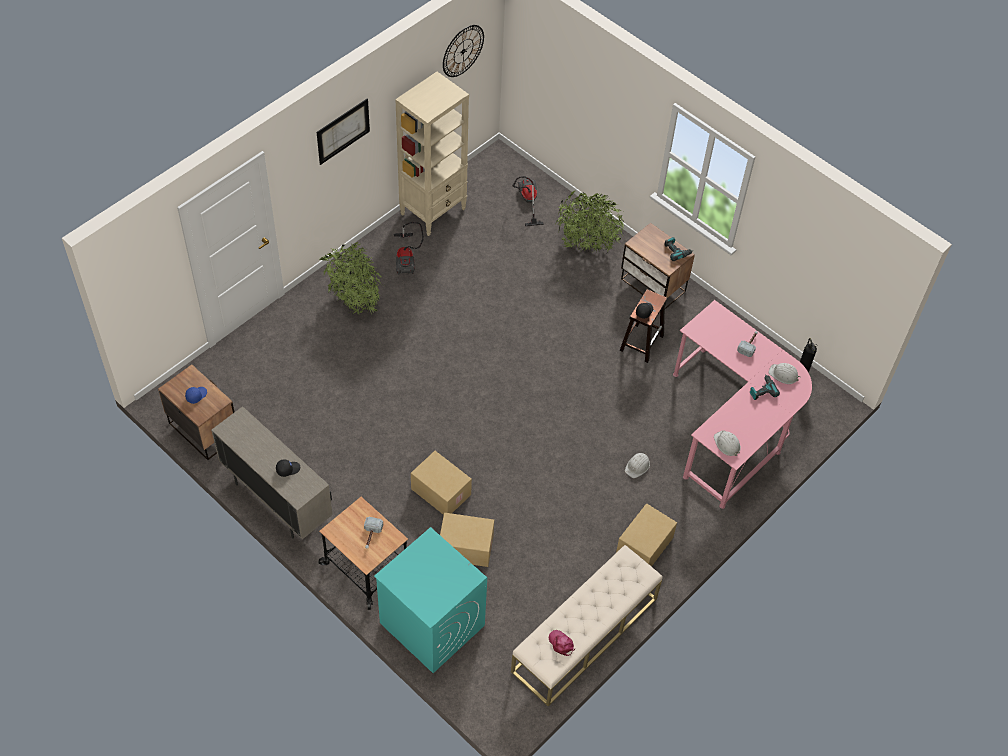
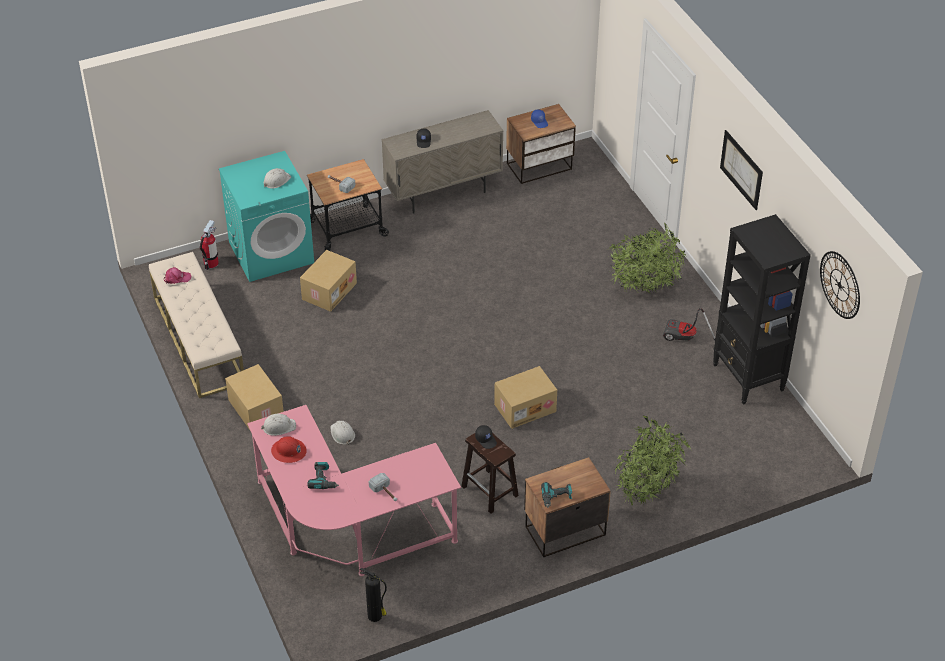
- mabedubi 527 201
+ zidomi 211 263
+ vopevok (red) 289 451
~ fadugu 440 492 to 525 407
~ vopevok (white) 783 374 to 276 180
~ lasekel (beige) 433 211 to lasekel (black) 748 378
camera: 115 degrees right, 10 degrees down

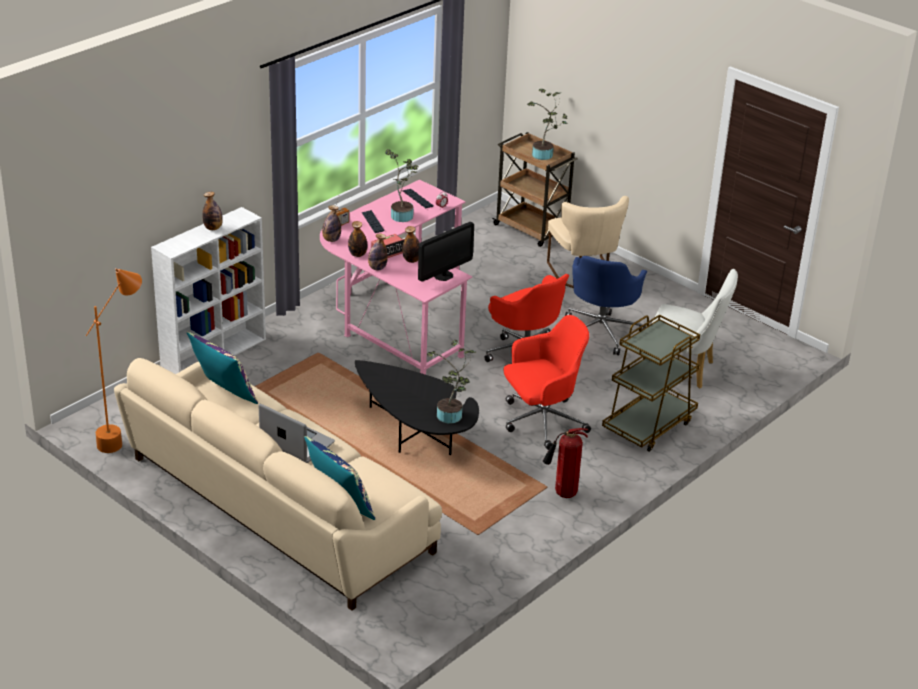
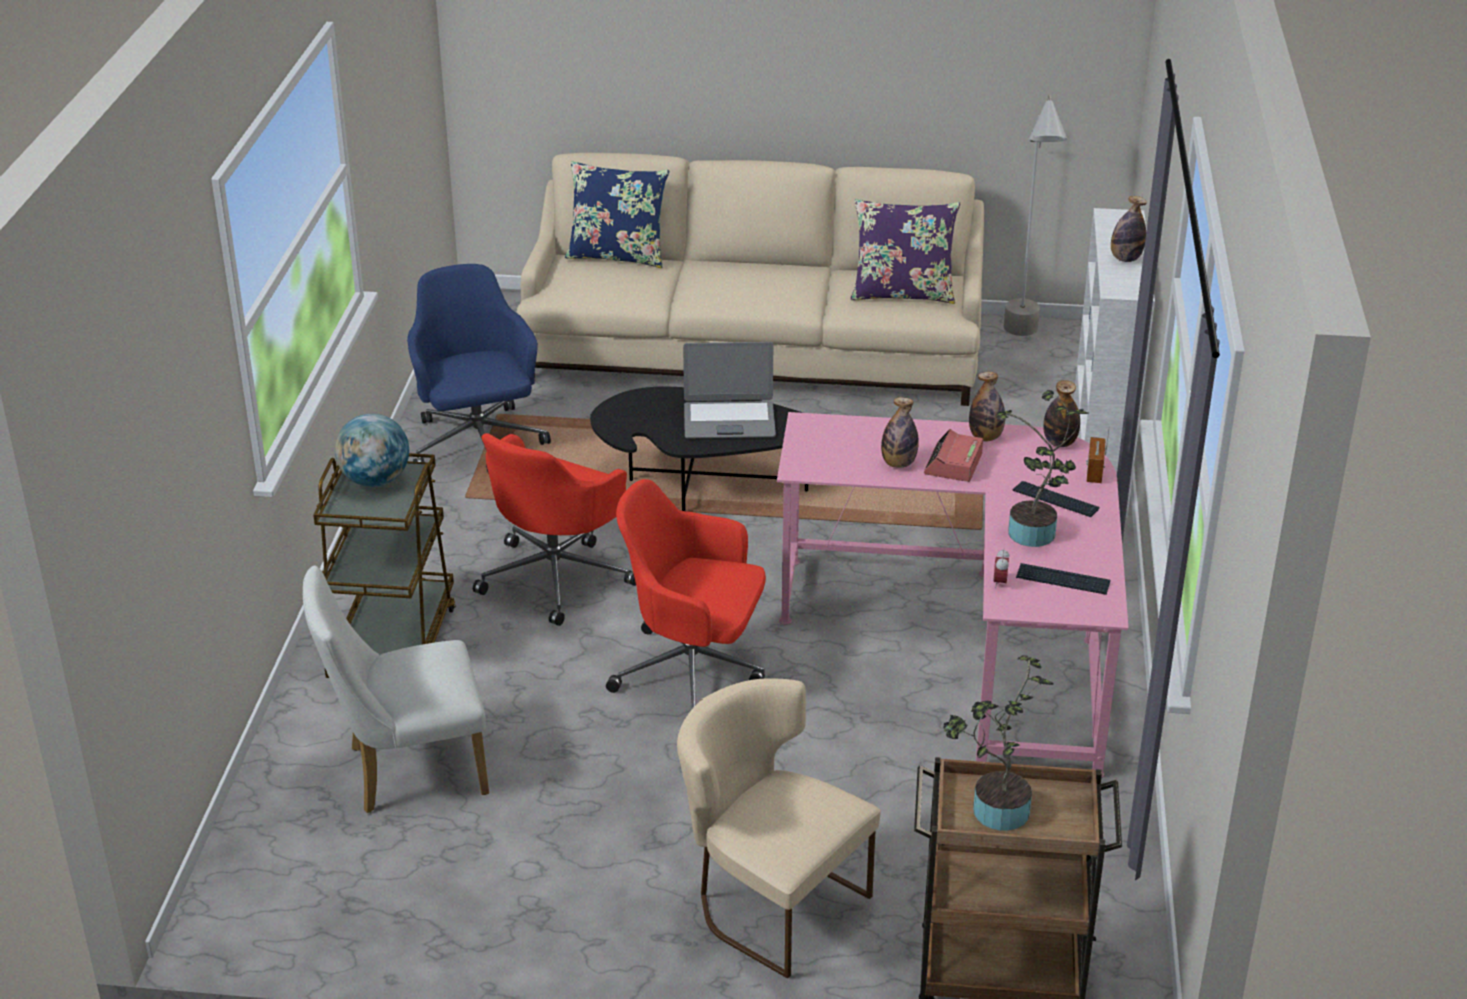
- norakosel 377 268
- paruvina 443 275
- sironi 450 417
- zidomi 562 494
+ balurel 375 480
~ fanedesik 296 443 to 729 421
~ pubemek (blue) 601 331 to 478 444
~ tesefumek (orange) 124 435 to tesefumek (grey) 1024 341
camera: 145 degrees right, 0 degrees up

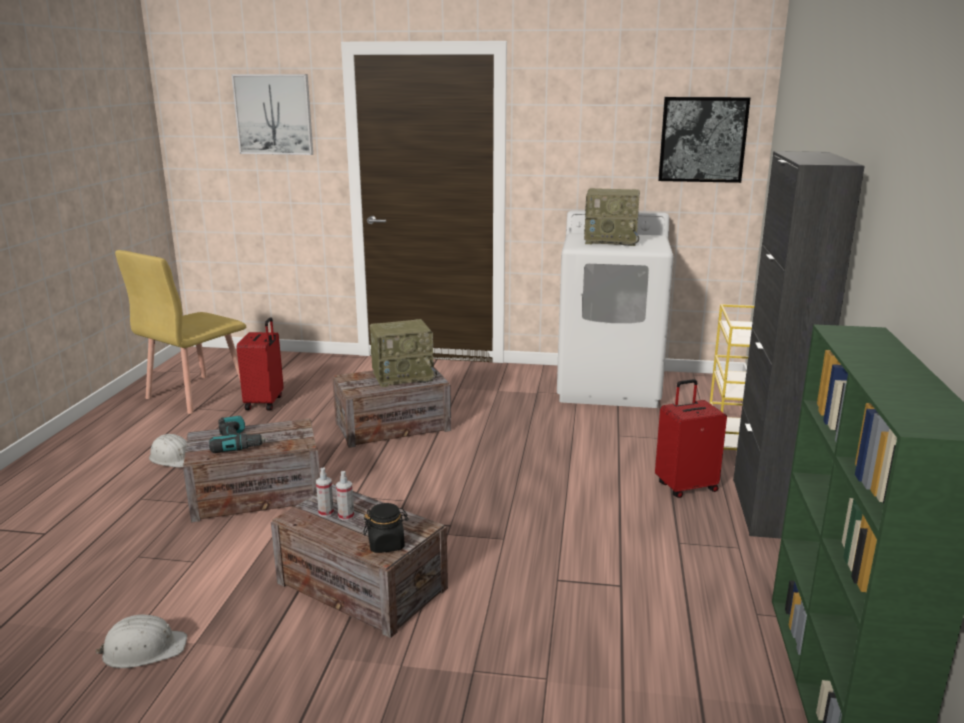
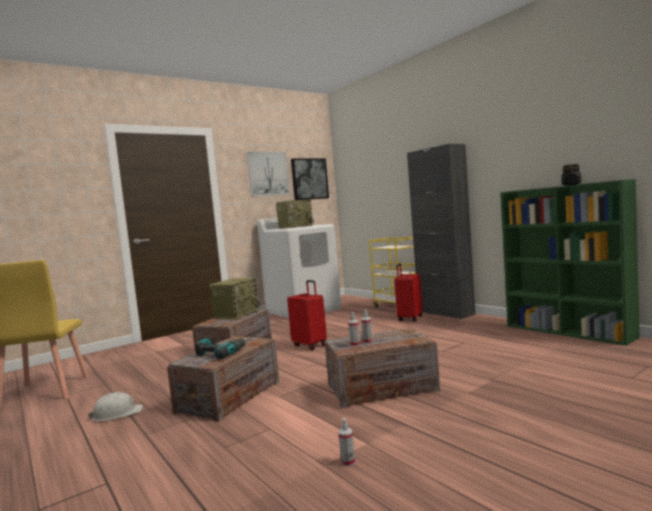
~ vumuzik 274 114 to 268 174
~ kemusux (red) 265 403 to 310 345
~ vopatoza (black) 386 544 to 571 185
~ vopevok (white) 143 649 to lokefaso 348 462
camera: 45 degrees left, 15 degrees down

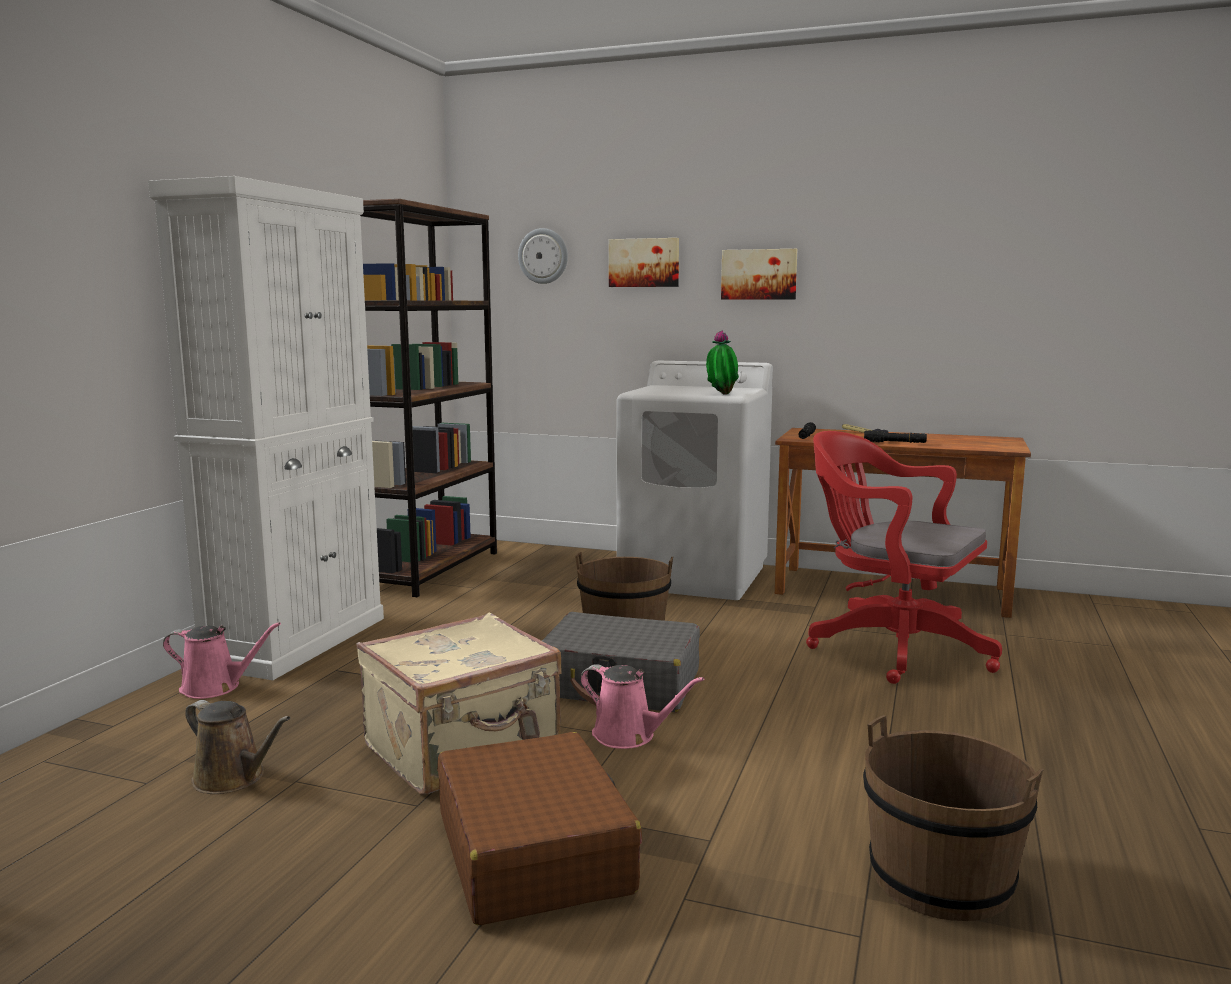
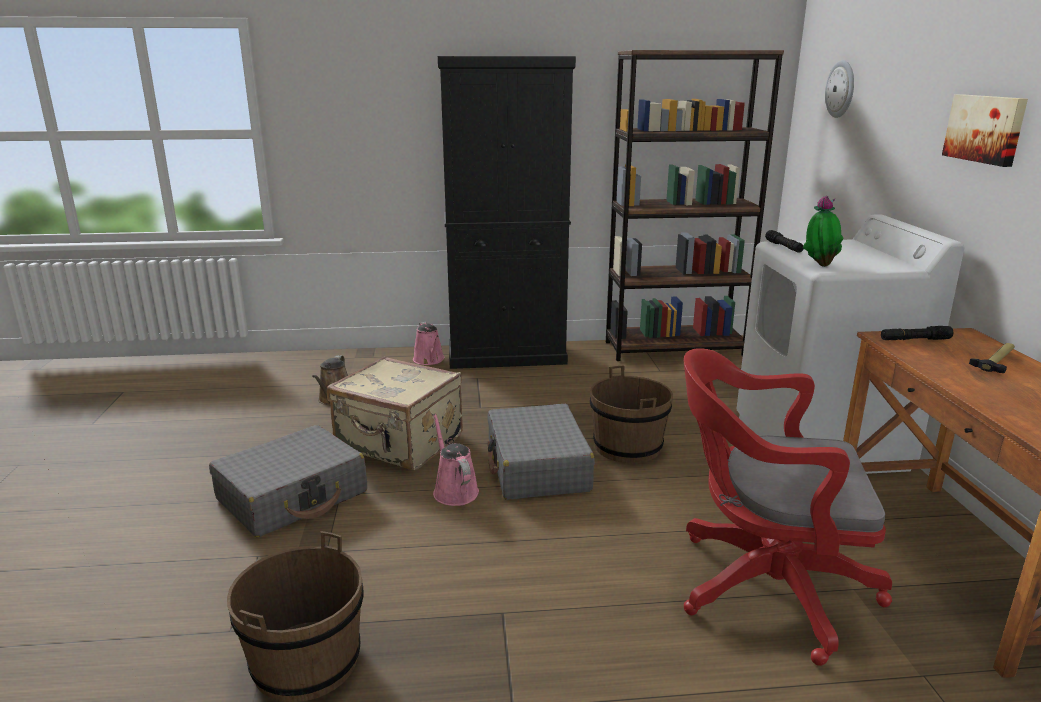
- vumuzik 644 263
~ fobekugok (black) 894 443 to 783 247
~ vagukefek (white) 296 641 to vagukefek (black) 507 355
~ kemusux (brown) 533 851 to kemusux (grey) 293 496
~ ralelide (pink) 629 736 = 454 490 150 degrees clockwise
~ pubemek (red) 891 648 = 762 587 90 degrees counterclockwise
camera: 65 degrees right, 10 degrees up

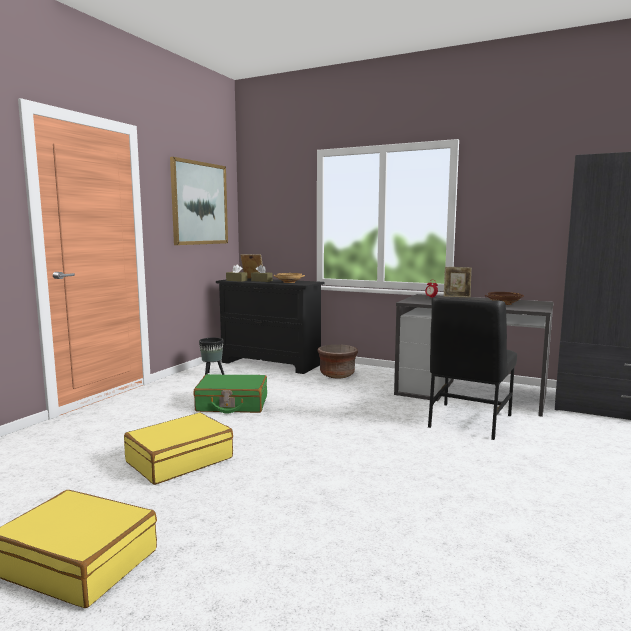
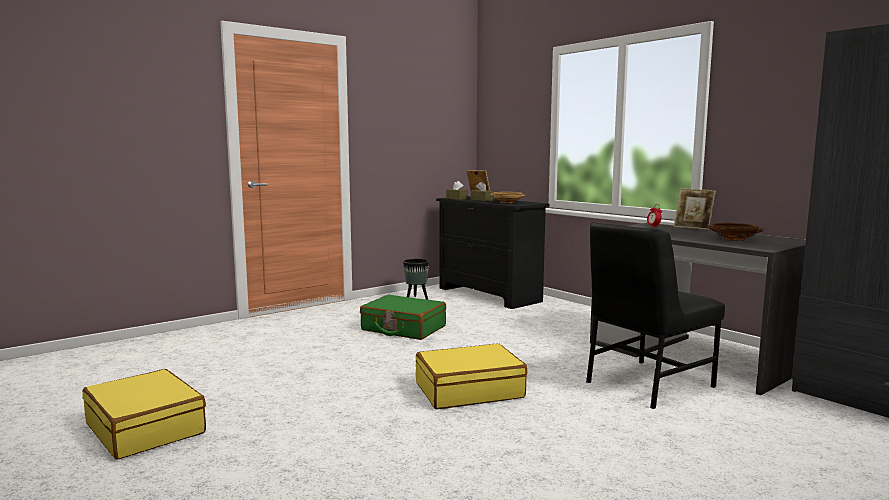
- vumuzik 199 203
- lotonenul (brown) 337 375
~ kemusux (yellow) 179 460 to 469 390
camera: 25 degrees right, 0 degrees up

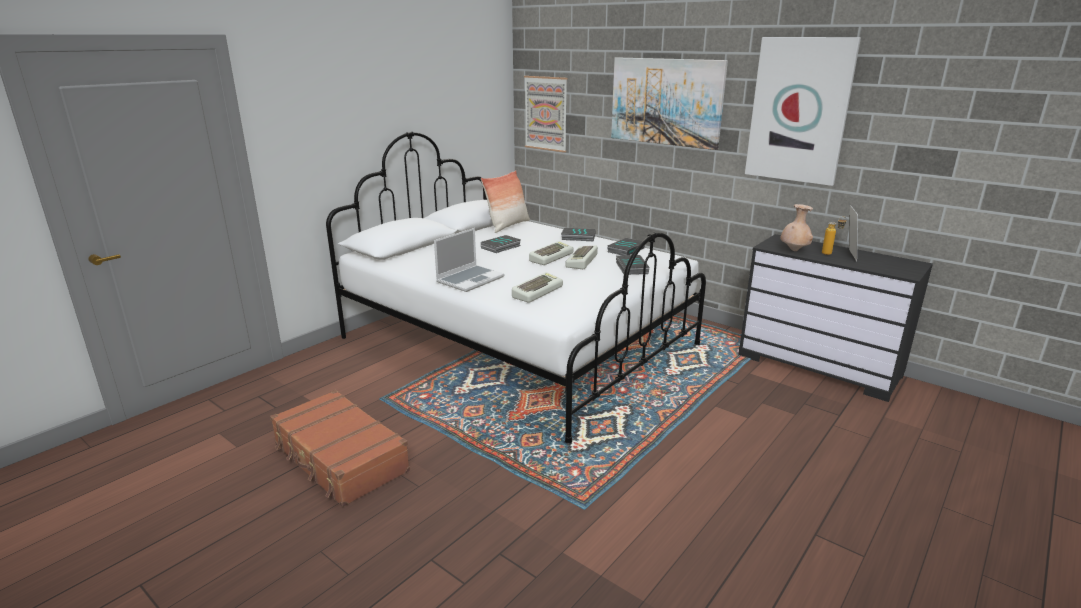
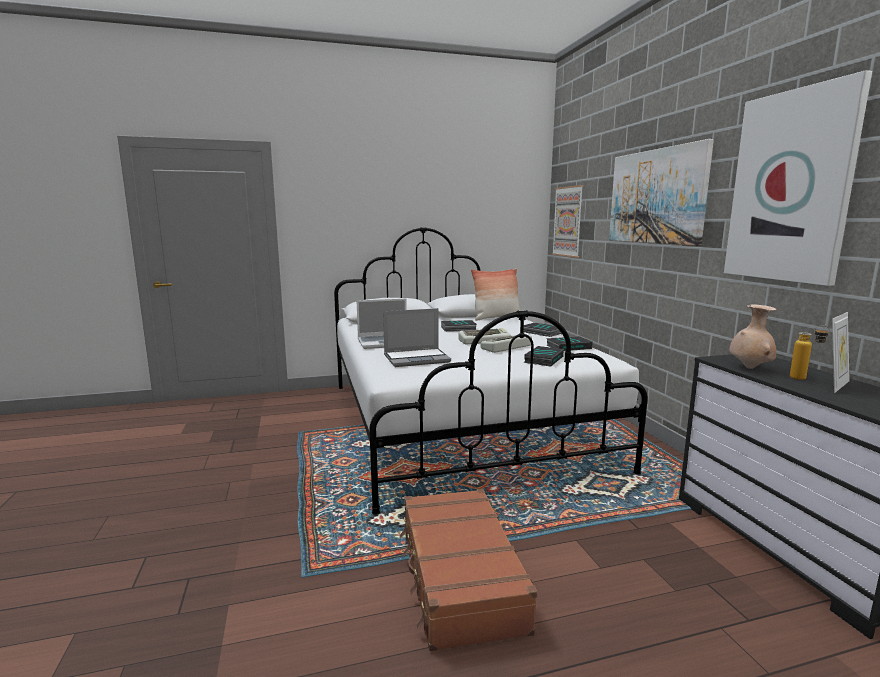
~ kemusux (brown) 340 459 to 459 577
~ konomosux 537 291 to fanedesik 417 359
camera: 35 degrees right, 10 degrees down

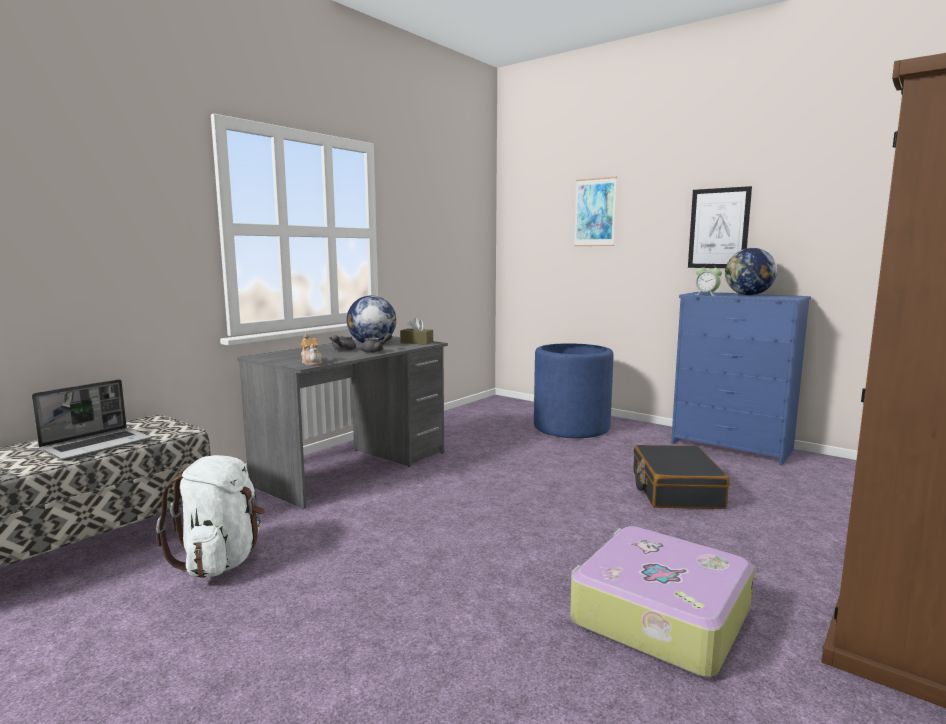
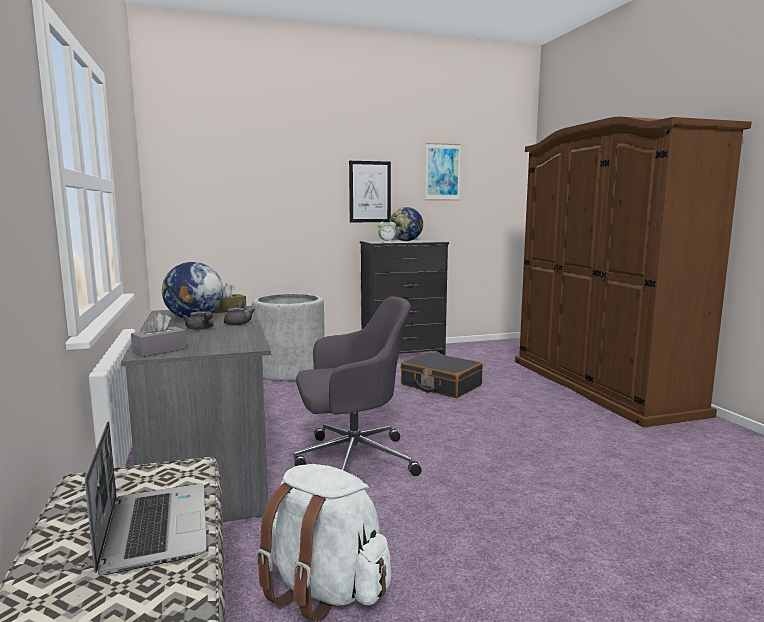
- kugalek 312 363
- kemusux 658 616
+ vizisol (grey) 160 350
+ pubemek (grey) 352 460
~ vumuzik 595 212 to 442 172
~ lotonenul (blue) 571 427 to lotonenul (grey) 290 371
~ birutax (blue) 732 447 to birutax (black) 403 353
camera: 55 degrees left, 0 degrees up

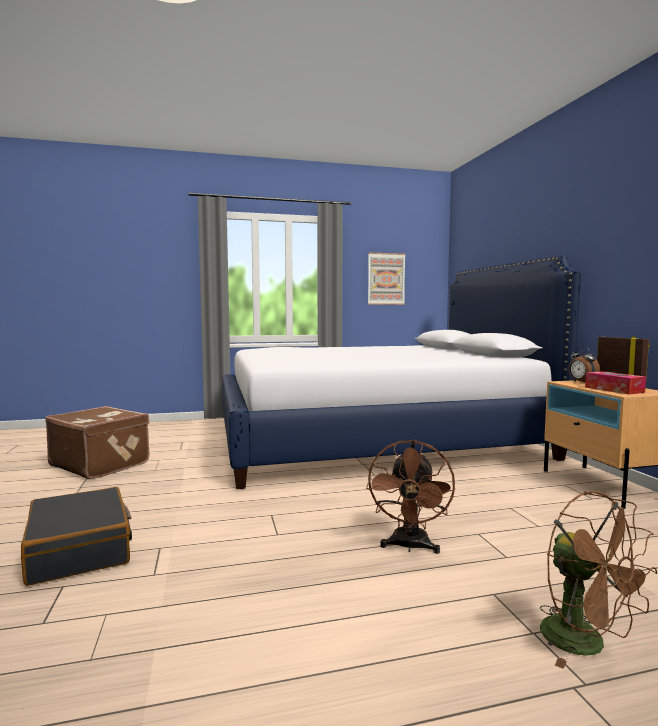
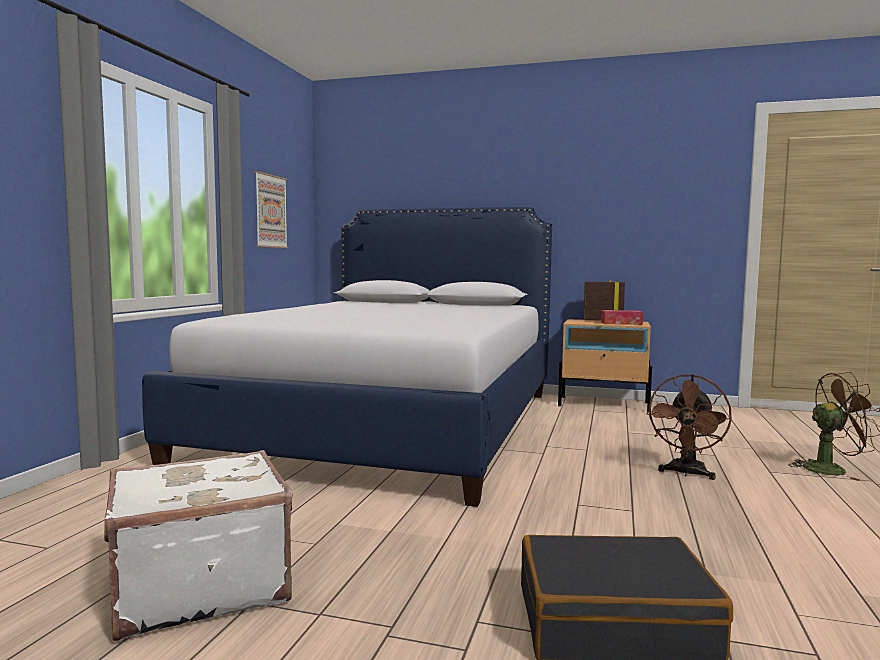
- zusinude 581 382
~ kemusux (brown) 101 464 to kemusux (white) 198 586
~ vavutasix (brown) 409 547 = 686 473 75 degrees clockwise
camera: 60 degrees left, 0 degrees up

